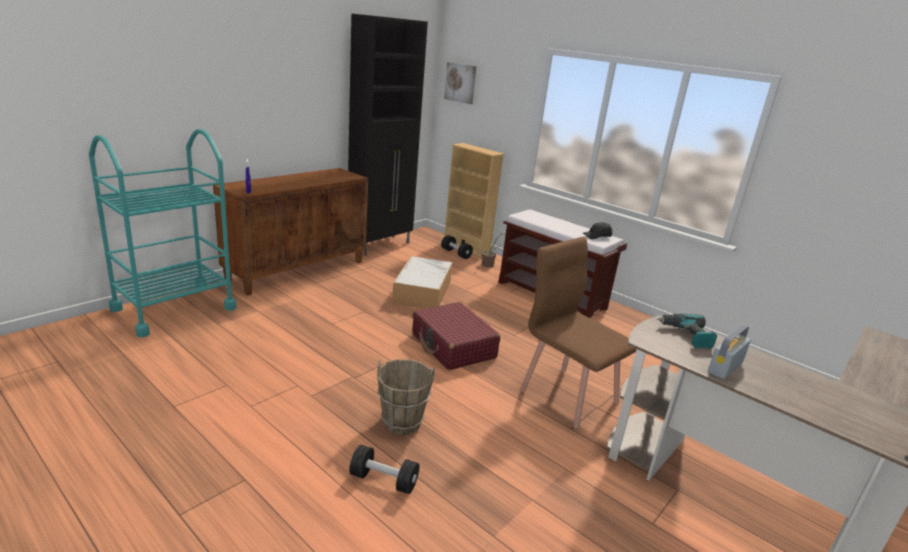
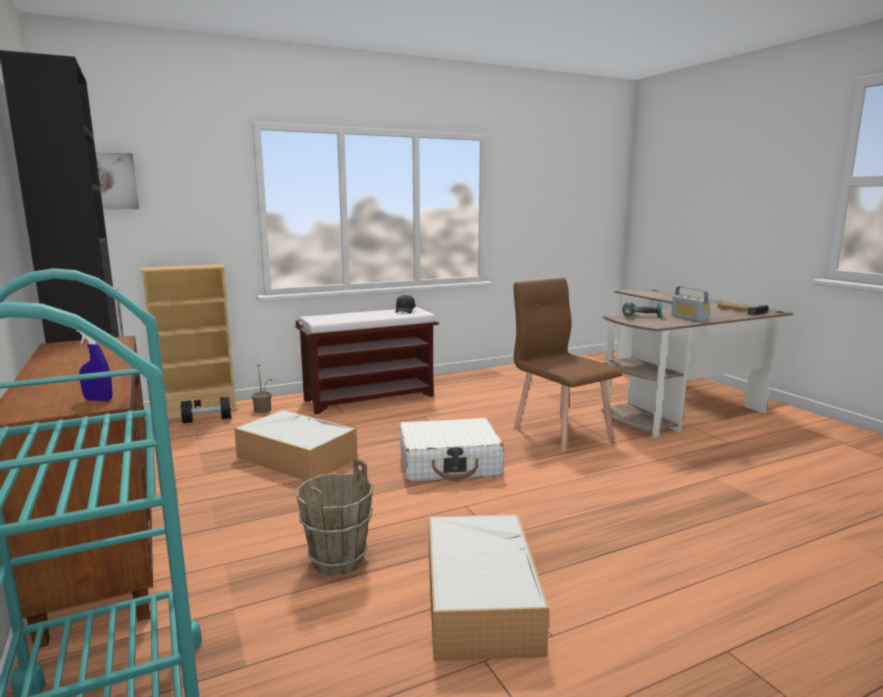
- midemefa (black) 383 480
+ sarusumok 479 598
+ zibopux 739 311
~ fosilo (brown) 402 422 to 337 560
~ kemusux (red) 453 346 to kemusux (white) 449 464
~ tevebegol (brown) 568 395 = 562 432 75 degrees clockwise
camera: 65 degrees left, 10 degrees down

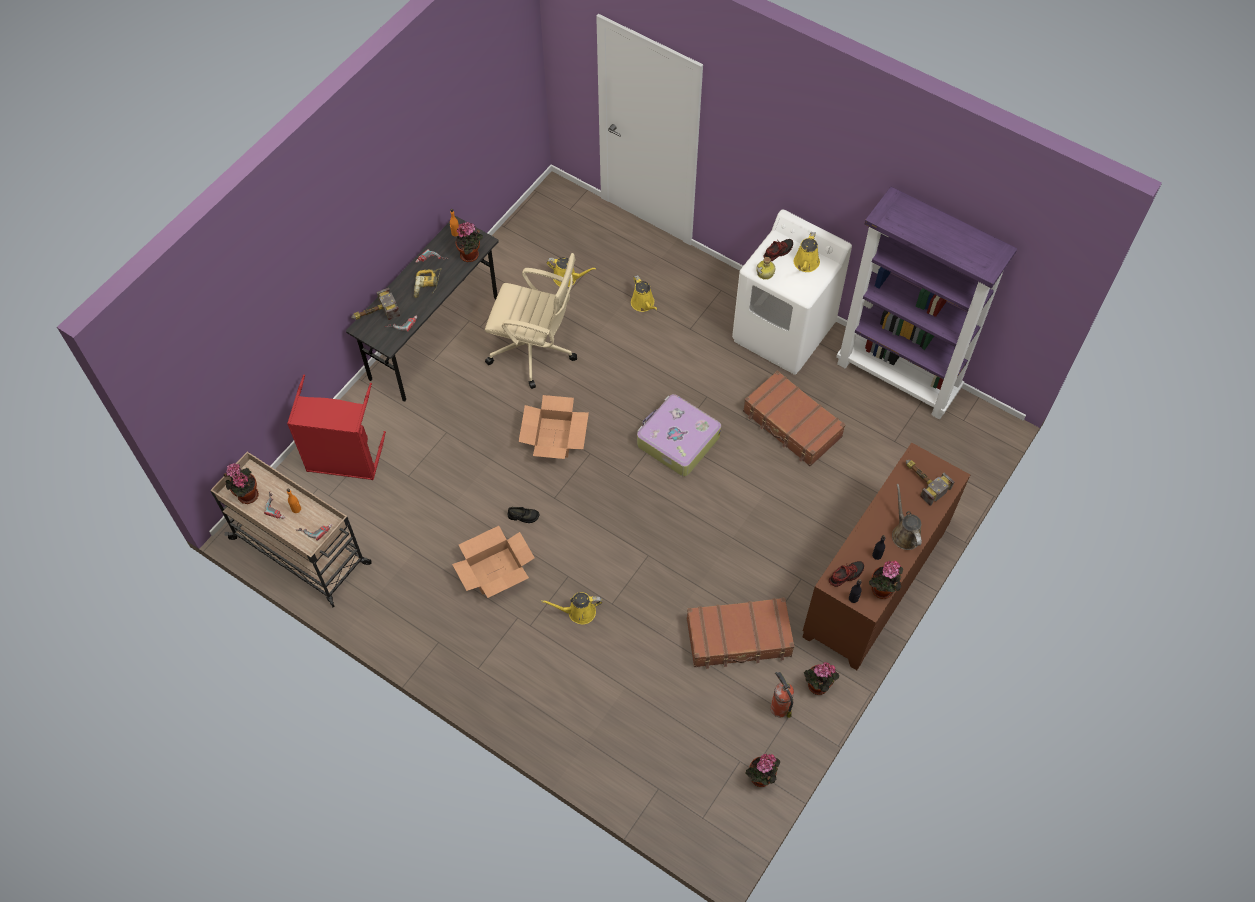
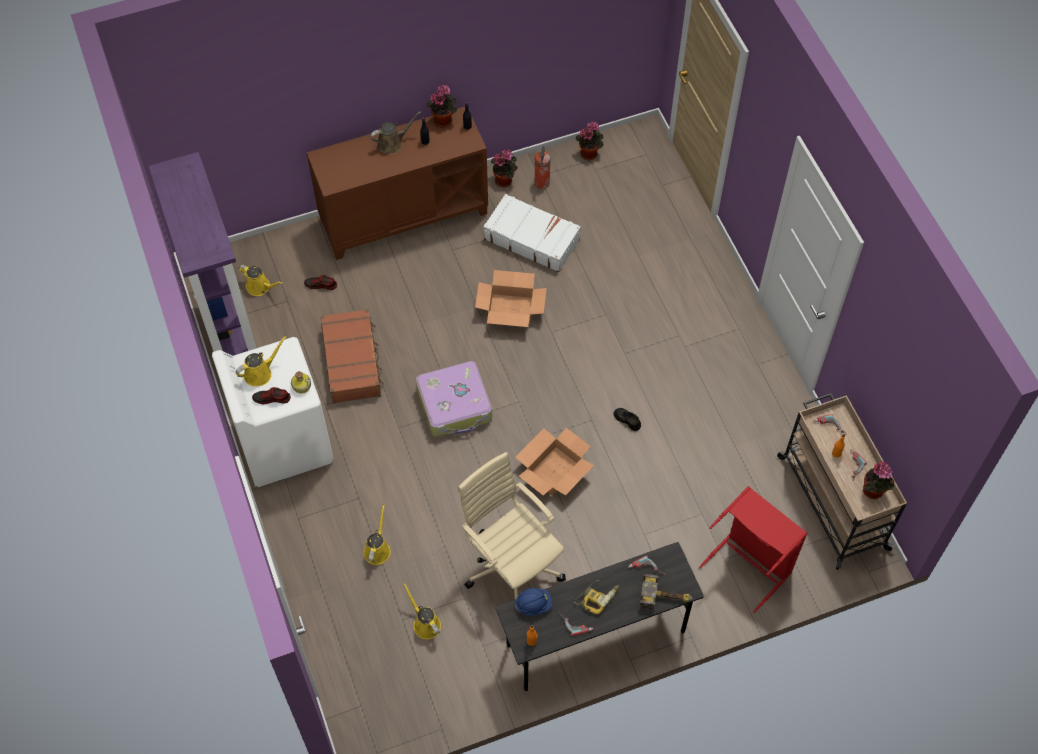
- zibopux 922 480
~ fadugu 495 571 to 511 309
~ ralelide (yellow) 578 612 to 260 287
~ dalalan 846 575 to 321 285
~ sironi 471 255 to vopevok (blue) 533 604
~ kemusux (brown) 739 638 to kemusux (white) 532 238
~ ralelide (brown) 904 533 = 392 143 135 degrees counterclockwise
camera: 145 degrees left, 0 degrees up

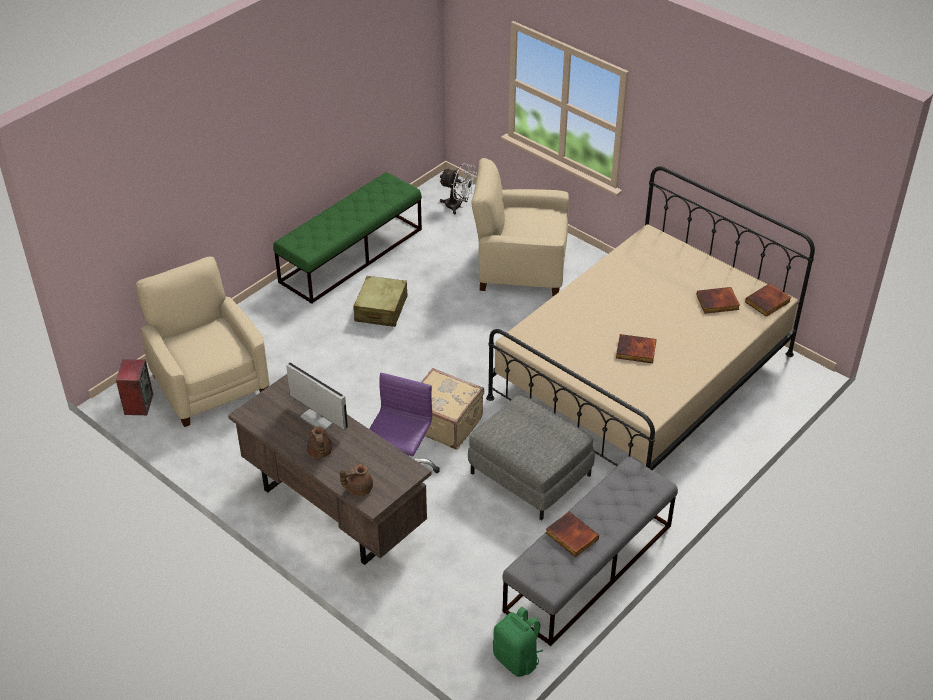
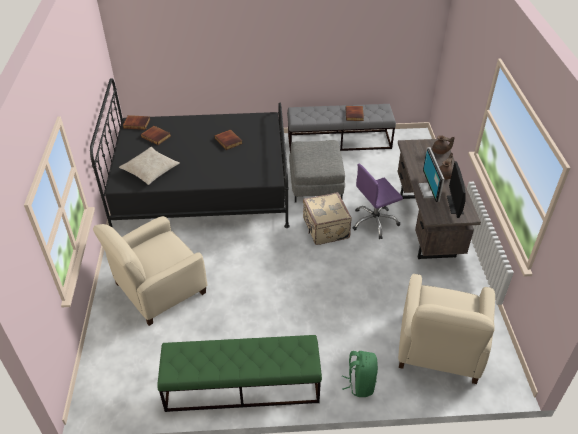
- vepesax 138 404
- kemusux (beige) 381 309
- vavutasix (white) 457 206
+ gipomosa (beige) 150 170
+ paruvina 455 204
~ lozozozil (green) 517 659 to 360 384
~ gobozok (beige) 642 375 to gobozok (black) 203 188
~ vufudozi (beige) 520 267 = 158 289 90 degrees clockwise
camera: 135 degrees left, 0 degrees up

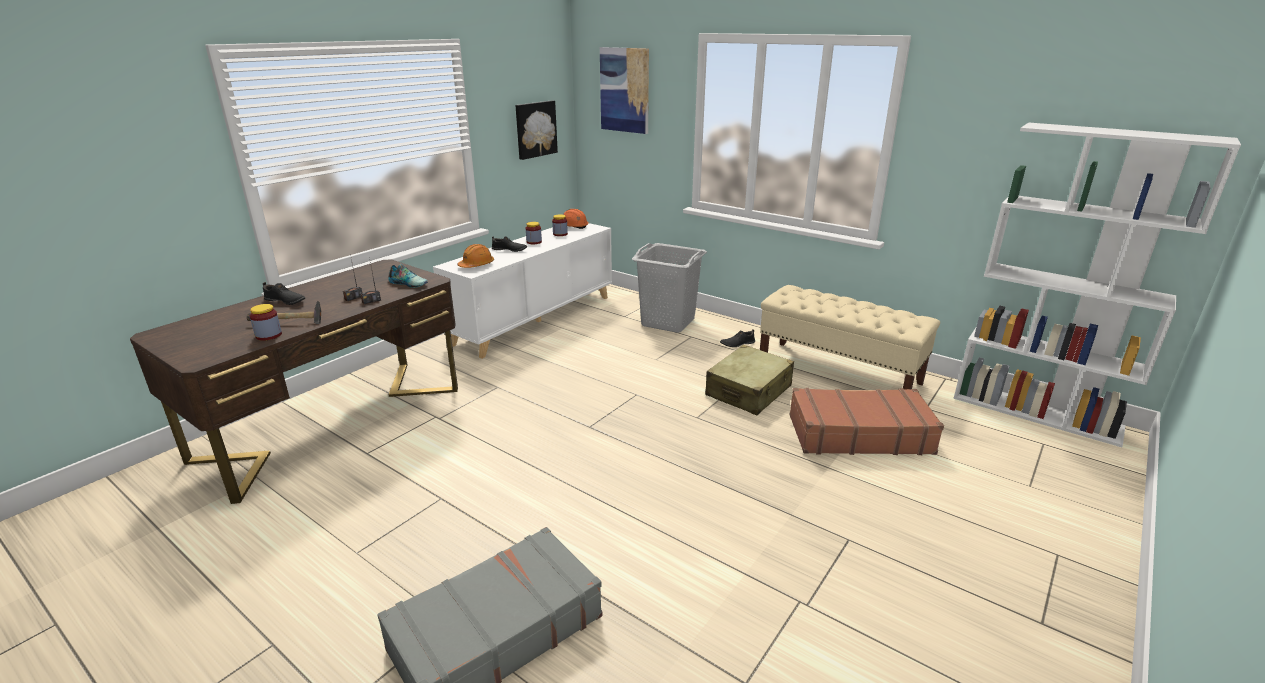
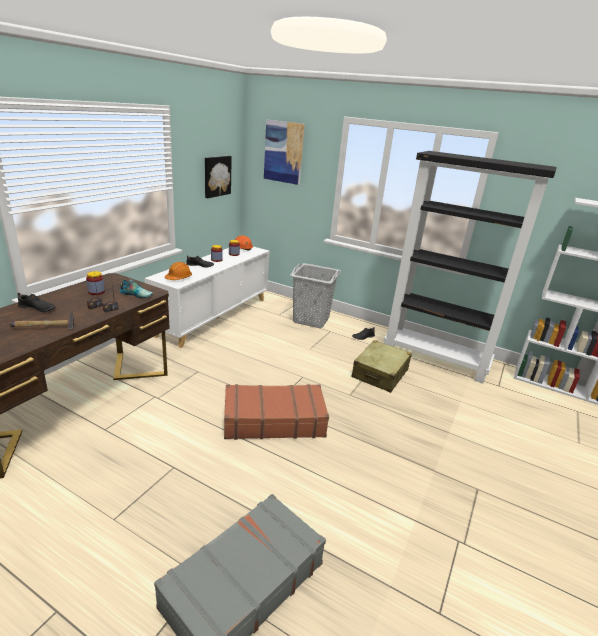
~ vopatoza 269 335 to 96 292
~ kemusux (brown) 858 434 to 273 420
~ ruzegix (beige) 838 372 to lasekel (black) 436 359
camera: 10 degrees left, 0 degrees up

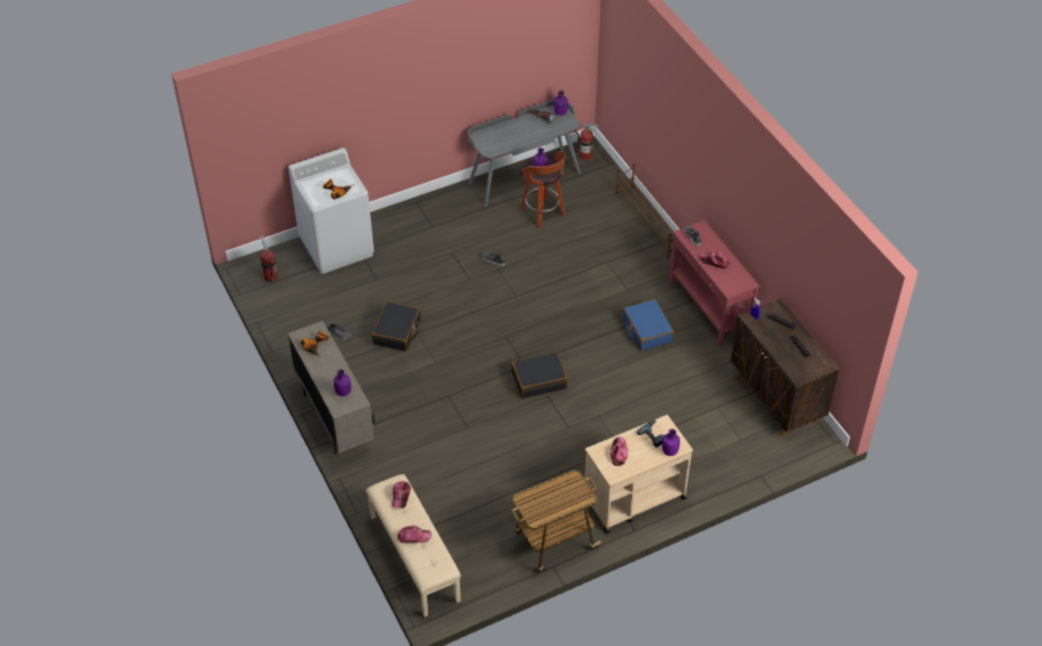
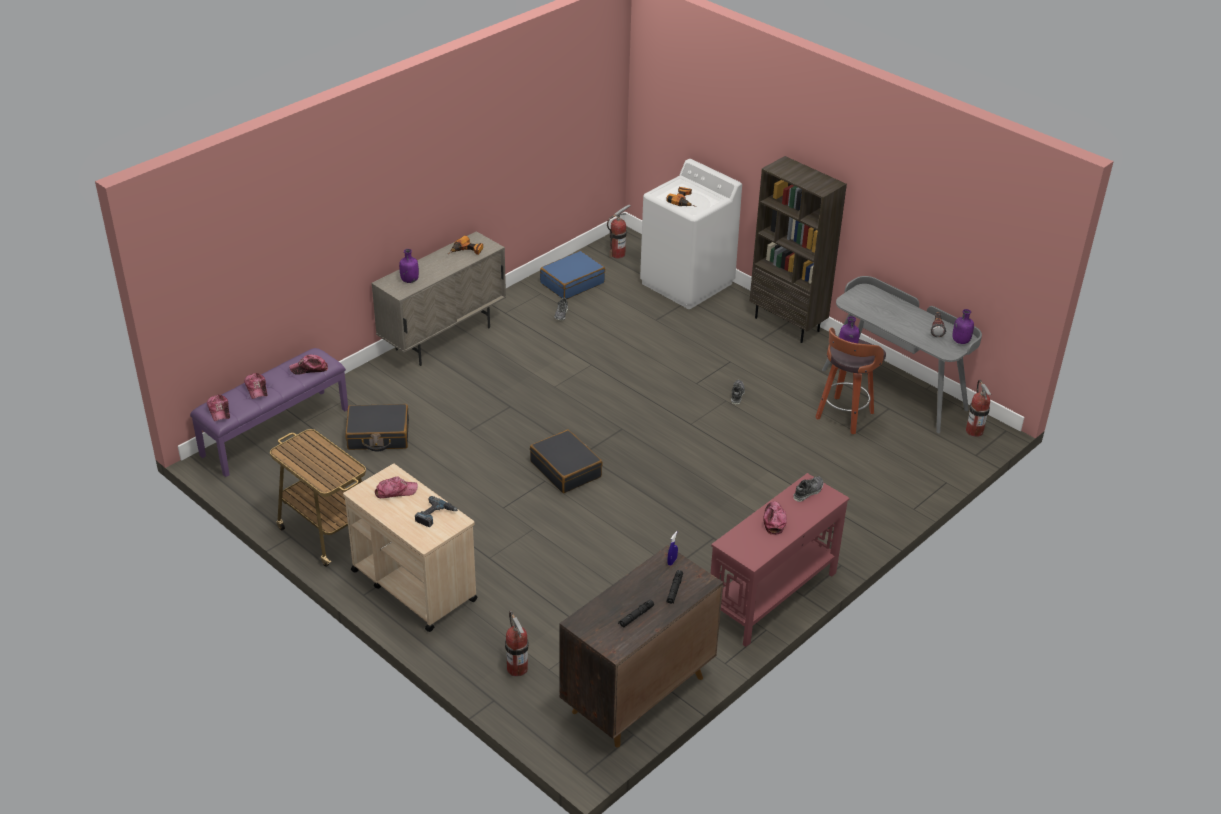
- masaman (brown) 649 221
- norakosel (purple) 670 451
+ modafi 219 411
+ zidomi 517 668
+ lasekel (brown) 788 324
~ kemusux (black) 397 332 to 378 435
~ kemusux (blue) 647 330 to 572 283
~ ruzegix (beige) 413 558 to ruzegix (purple) 275 431
camera: 70 degrees right, 10 degrees down

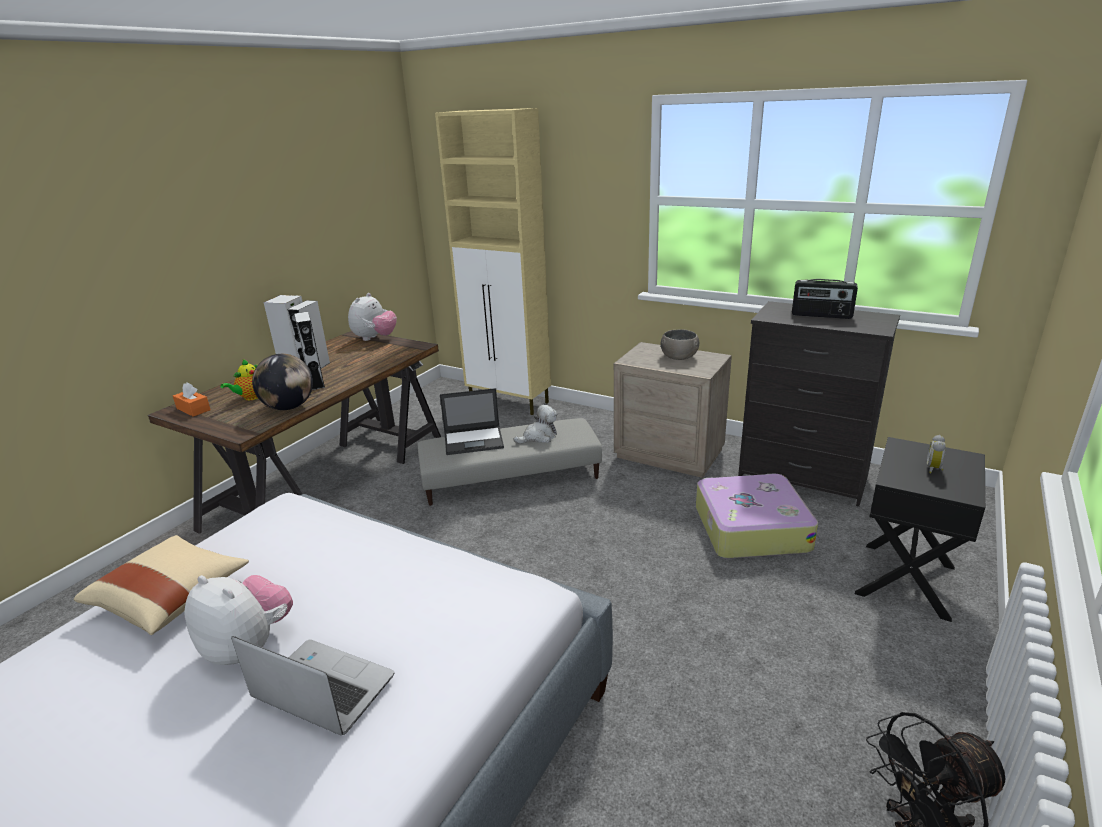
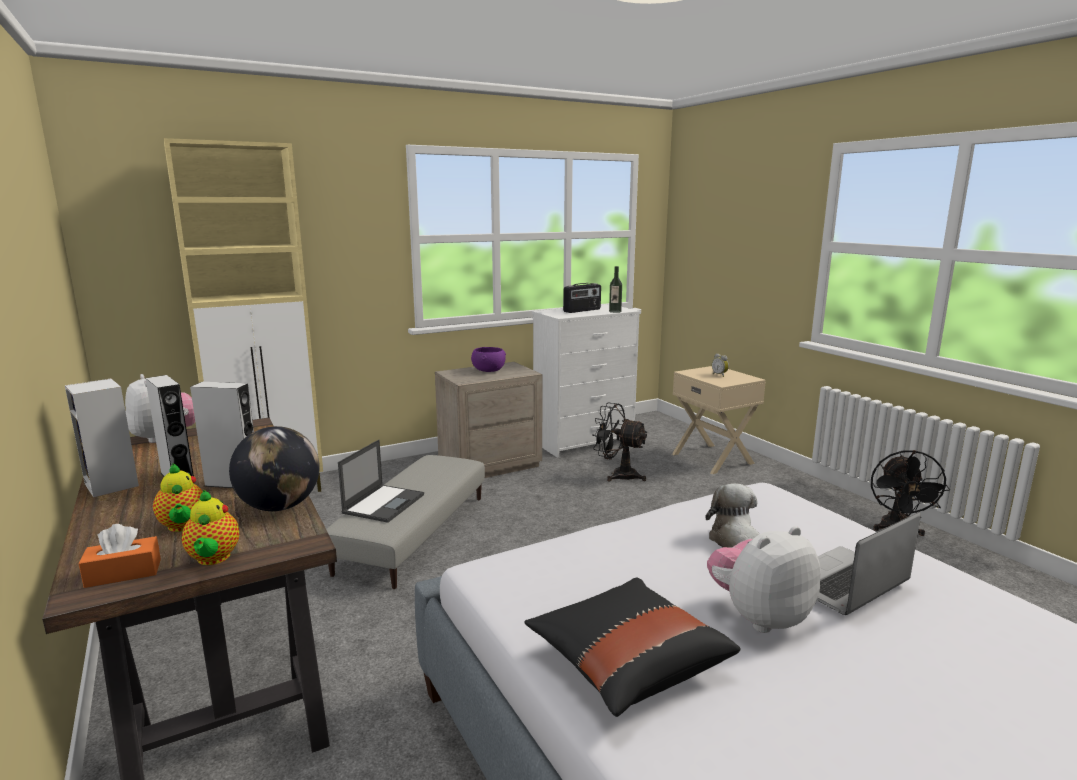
+ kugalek 213 559
+ norakosel 615 311
~ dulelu 539 437 to 735 542
~ kemusux 750 528 to vavutasix (black) 618 475
~ gipomosa (beige) 171 598 to gipomosa (black) 627 663
~ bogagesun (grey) 678 357 to bogagesun (purple) 488 370
~ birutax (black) 803 478 to birutax (white) 585 442
~ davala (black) 907 580 to davala (beige) 713 458
camera: 60 degrees left, 10 degrees down

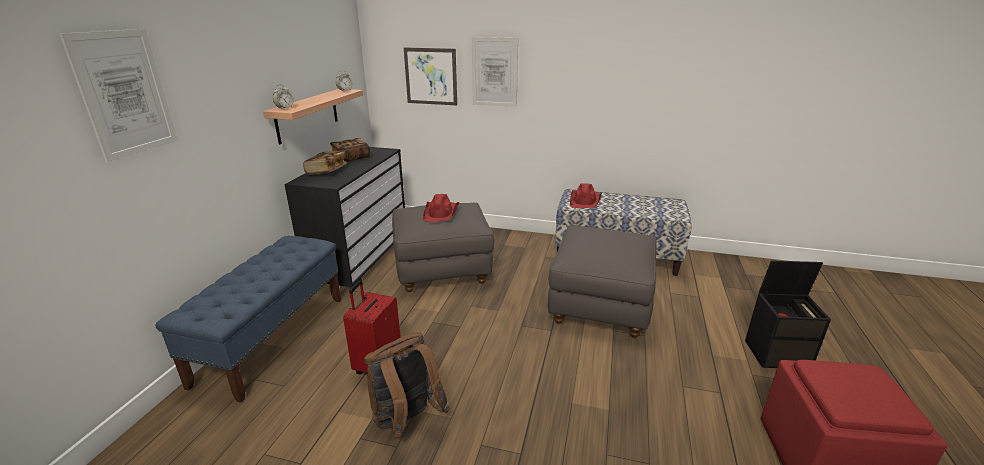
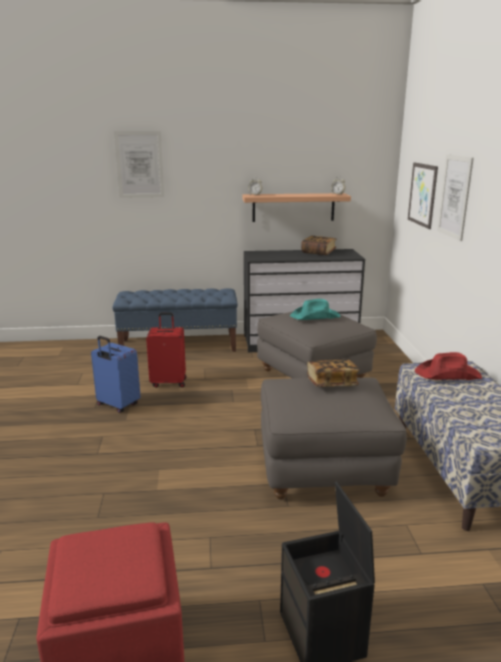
~ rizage 326 171 to 332 383
~ lozozozil (brown) 406 421 to kemusux (blue) 117 405
~ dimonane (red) 441 213 to dimonane (turquoise) 315 316
camera: 70 degrees right, 5 degrees down

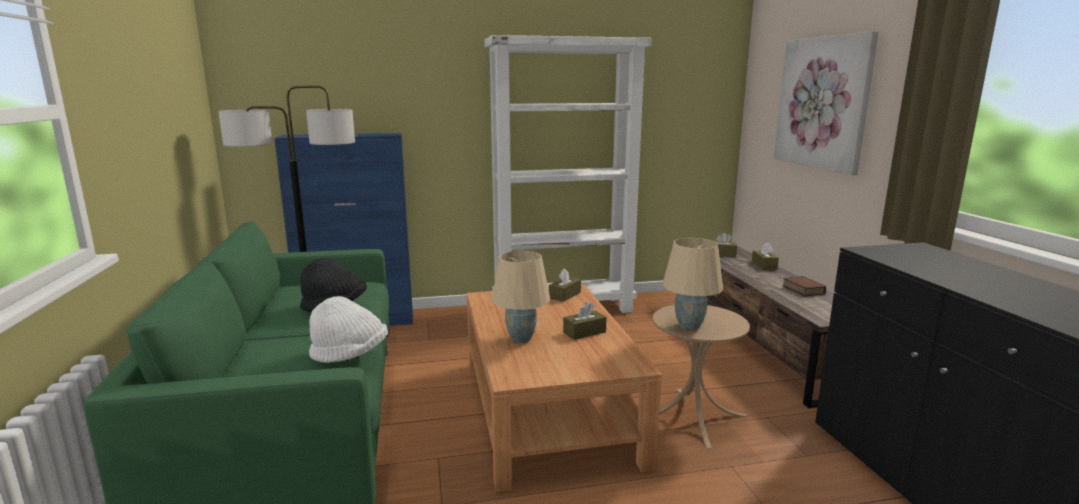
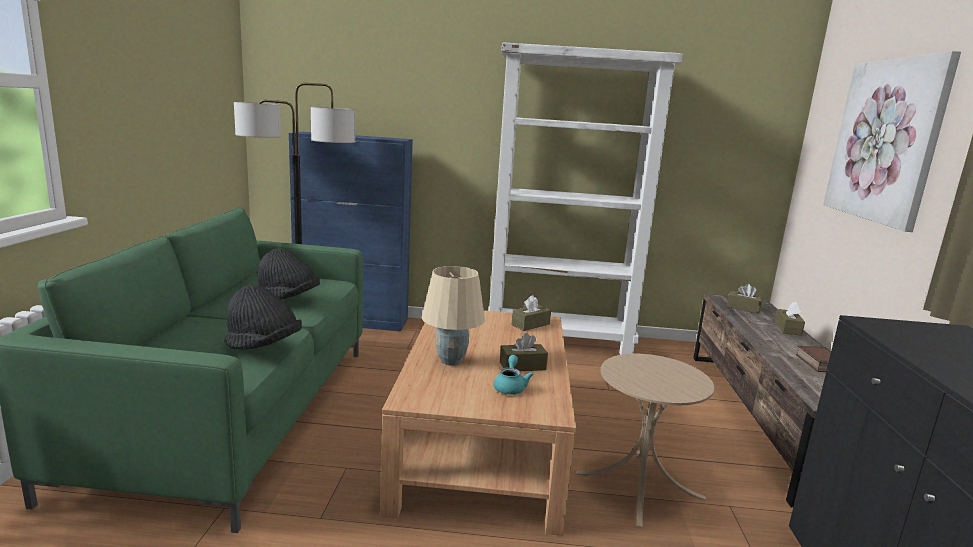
- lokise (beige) 689 326
+ kugalek (turquoise) 510 387
~ dimonane (white) 350 355 to dimonane (black) 263 346
camera: 15 degrees right, 0 degrees up

